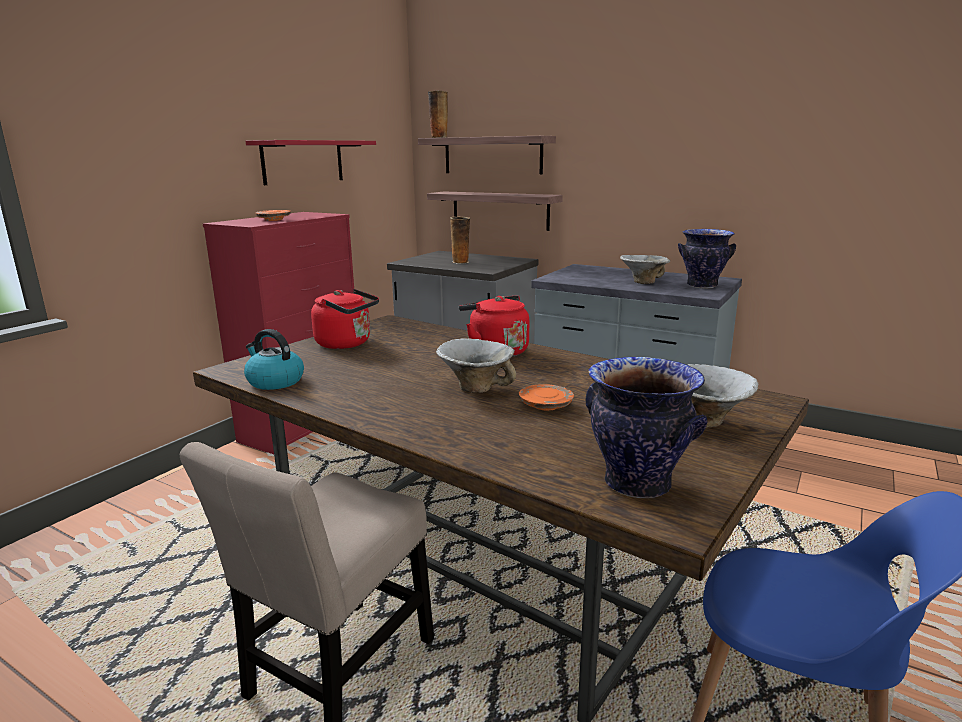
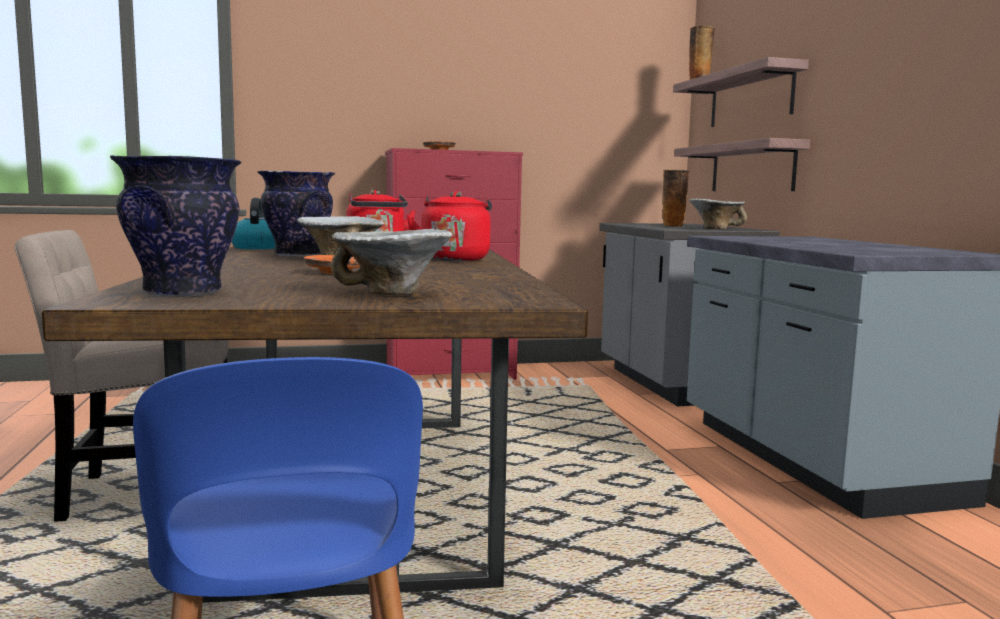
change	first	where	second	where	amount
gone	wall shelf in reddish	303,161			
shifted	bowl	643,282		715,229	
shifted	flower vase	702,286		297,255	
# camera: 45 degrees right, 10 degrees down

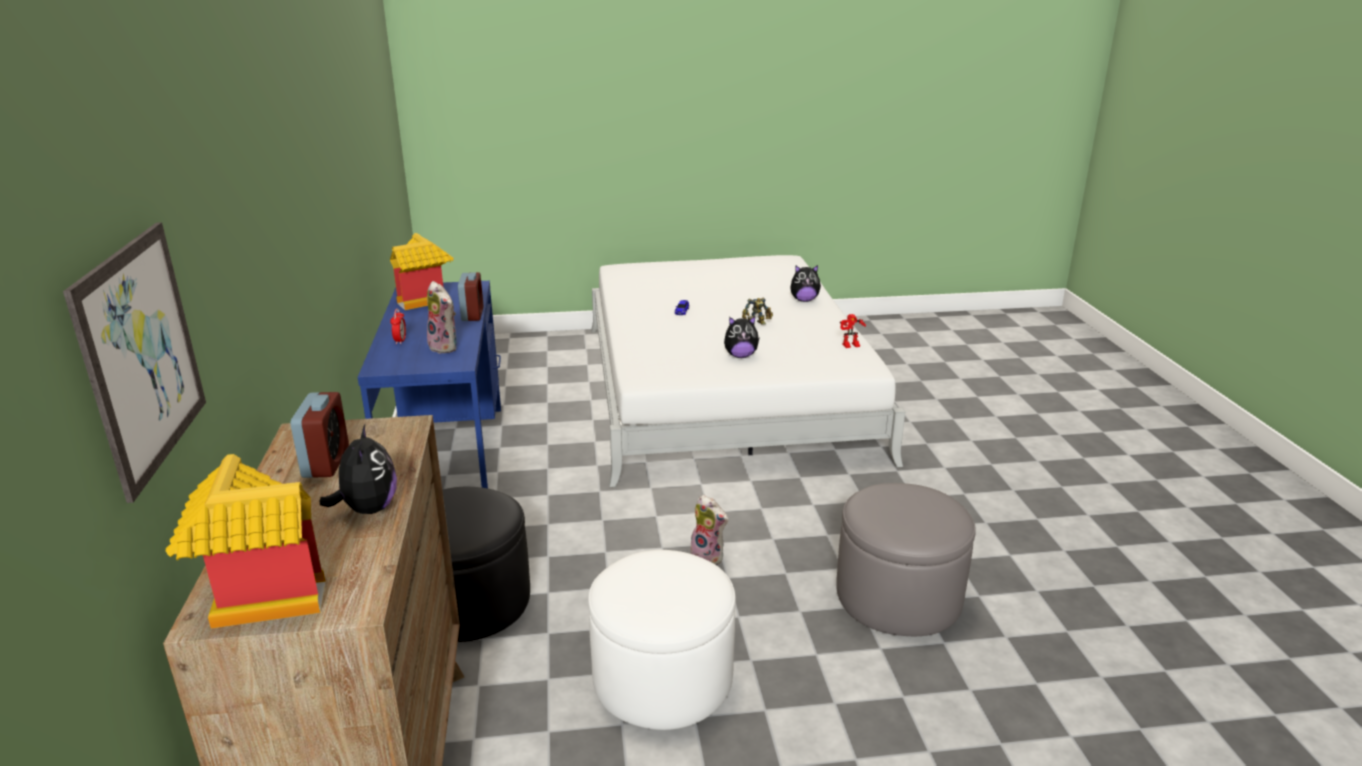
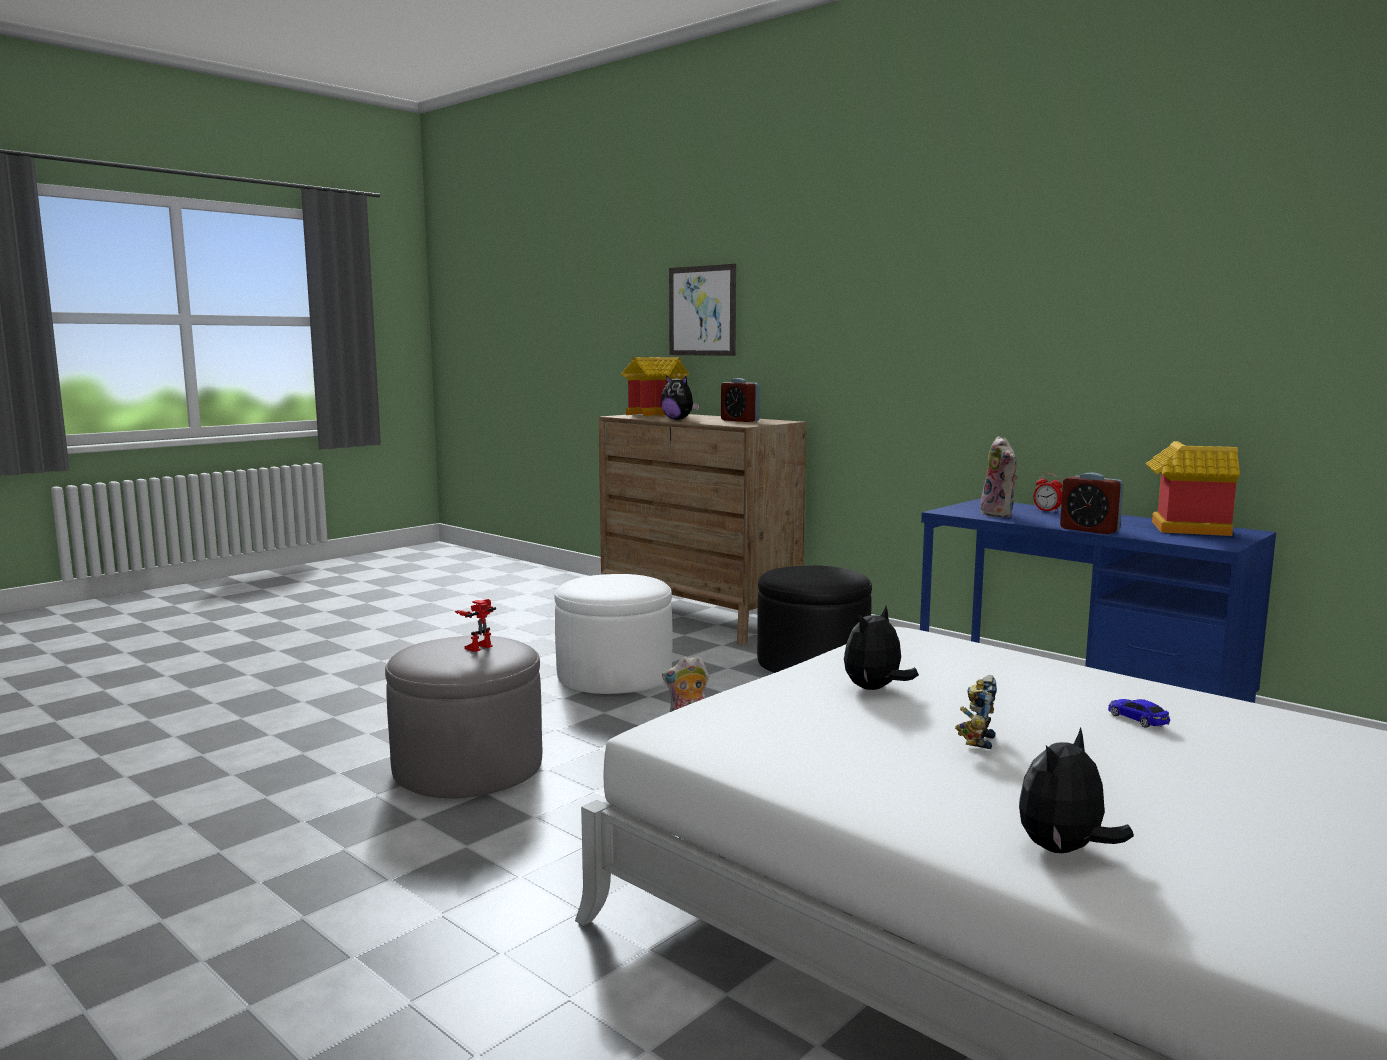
change	first	where	second	where	amount
shifted	model robot	850,346		477,646	
rotated	soft toy	446,347		1000,514	105 degrees counterclockwise
# camera: 140 degrees right, 15 degrees down

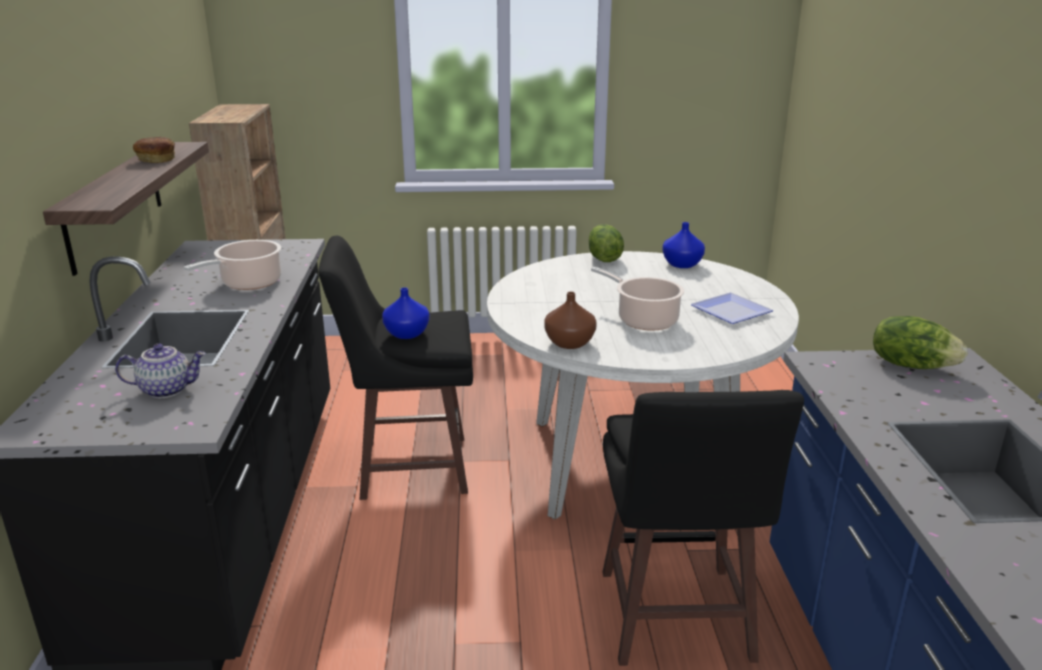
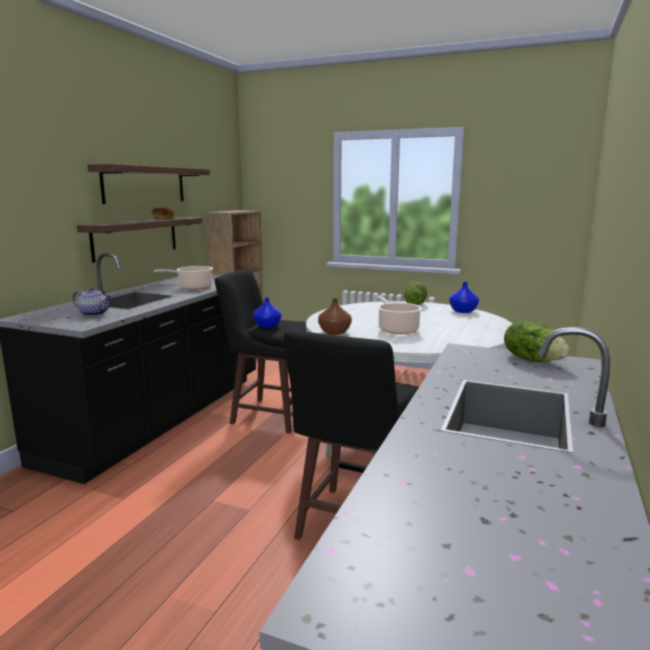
change	first	where	second	where	amount
gone	flat dish	731,312			
new			wall shelf	145,185	
# camera: 25 degrees right, 10 degrees down

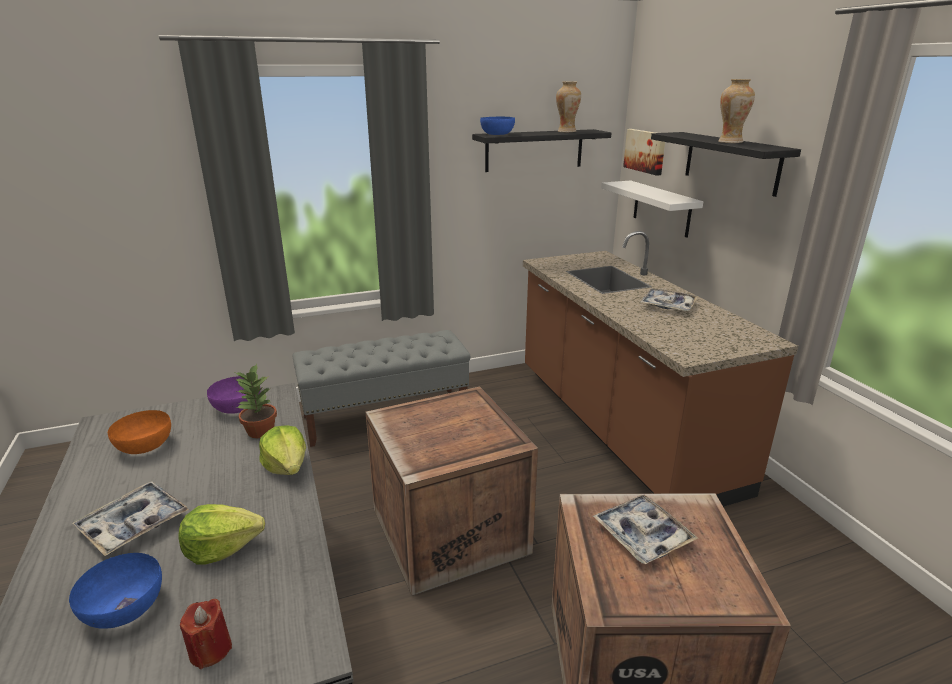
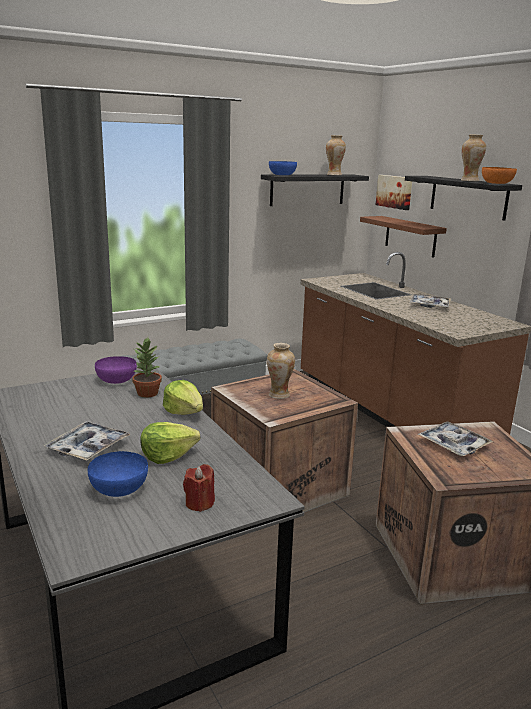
change	first	where	second	where	amount
new			flower vase	279,395	
shifted	bowl in orangey	146,445		497,183	
repainted	wall shelf in white	661,208	wall shelf in brown	410,236	
# camera: 10 degrees left, 5 degrees down

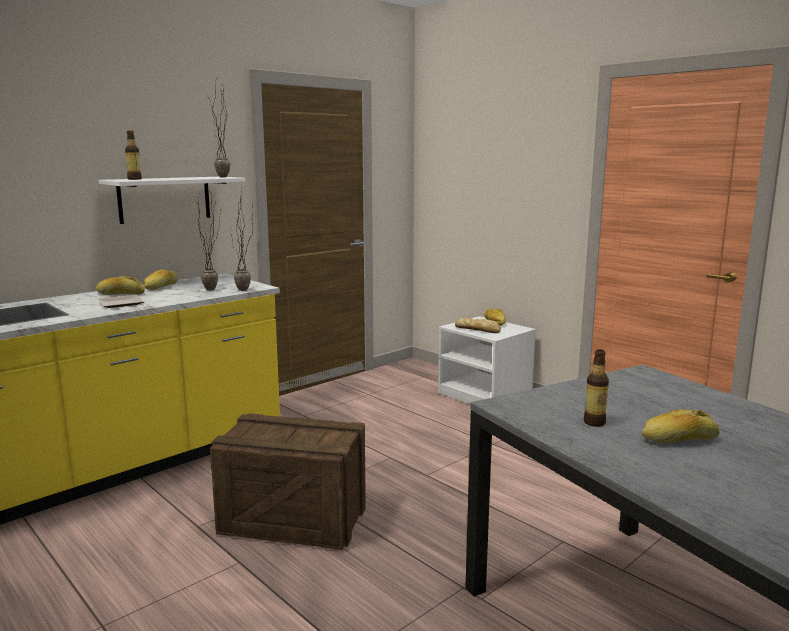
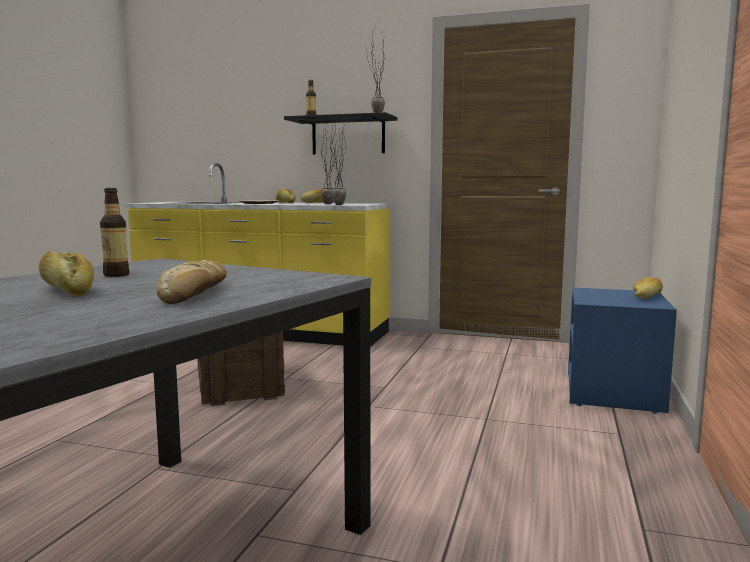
change	first	where	second	where	amount
shifted	bakery bread	478,330		195,293	
repainted	wall shelf in white	165,199	wall shelf in black	348,136	
repainted	night table in white	485,395	night table in blue	614,393	
# camera: 60 degrees right, 5 degrees down

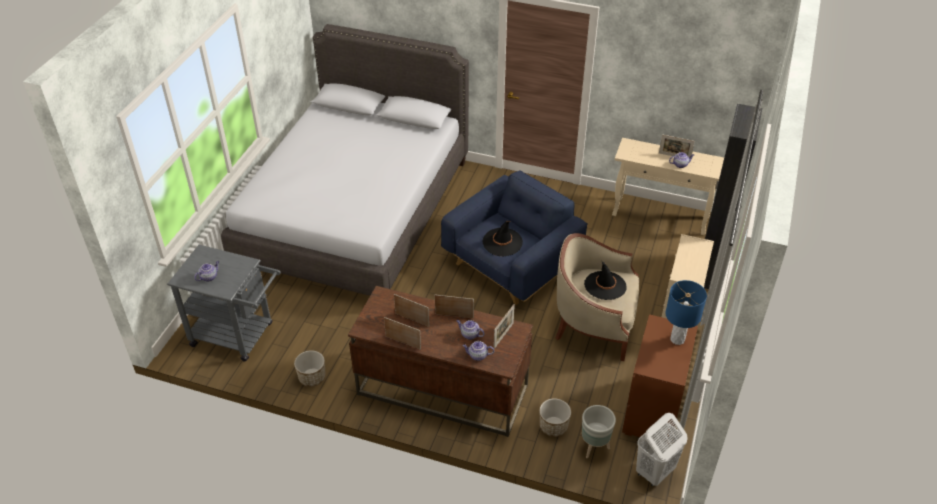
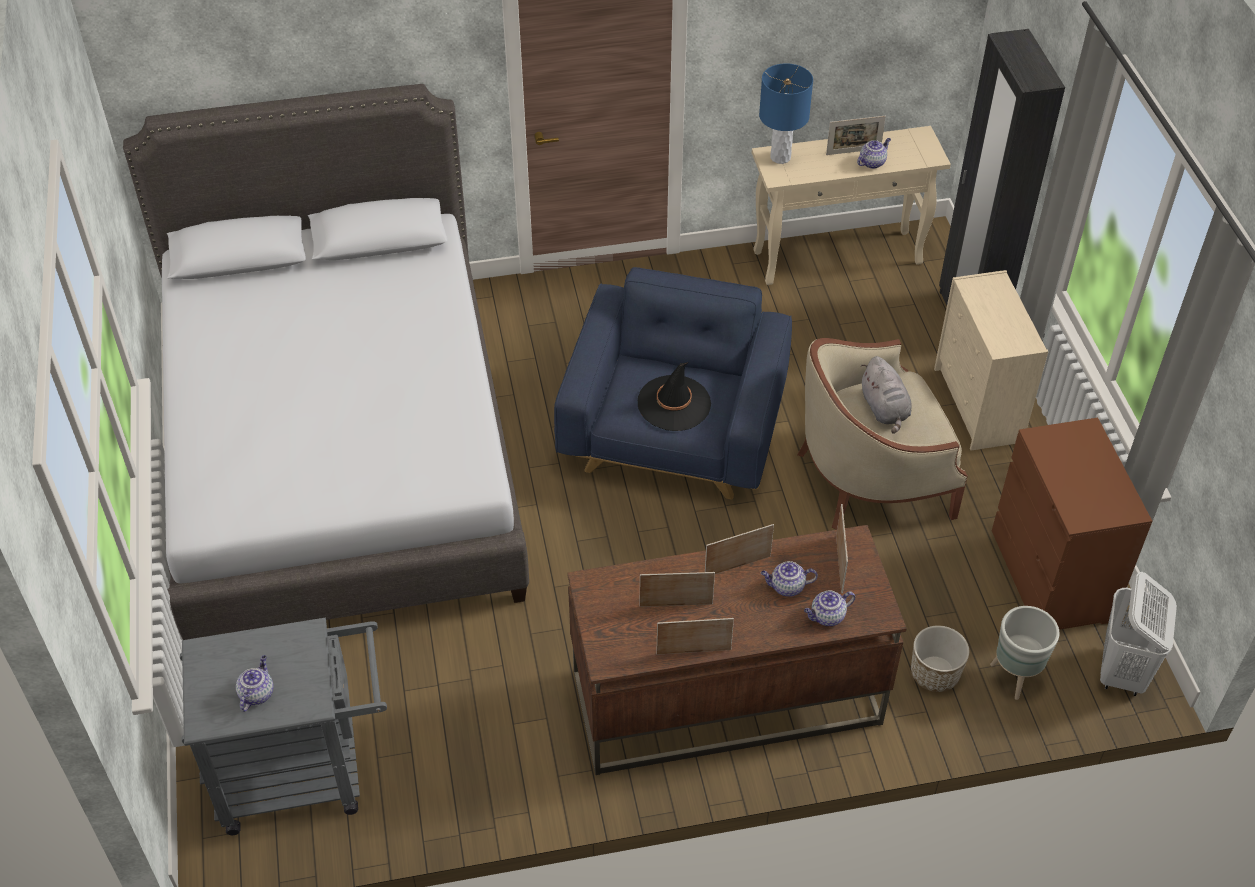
change	first	where	second	where	amount
gone	plant pot	312,377			
shifted	table lamp in blue	677,339		780,157	
swapped	wearable hat in black	605,285	soft toy in gray	885,409	
# camera: 30 degrees left, 5 degrees up

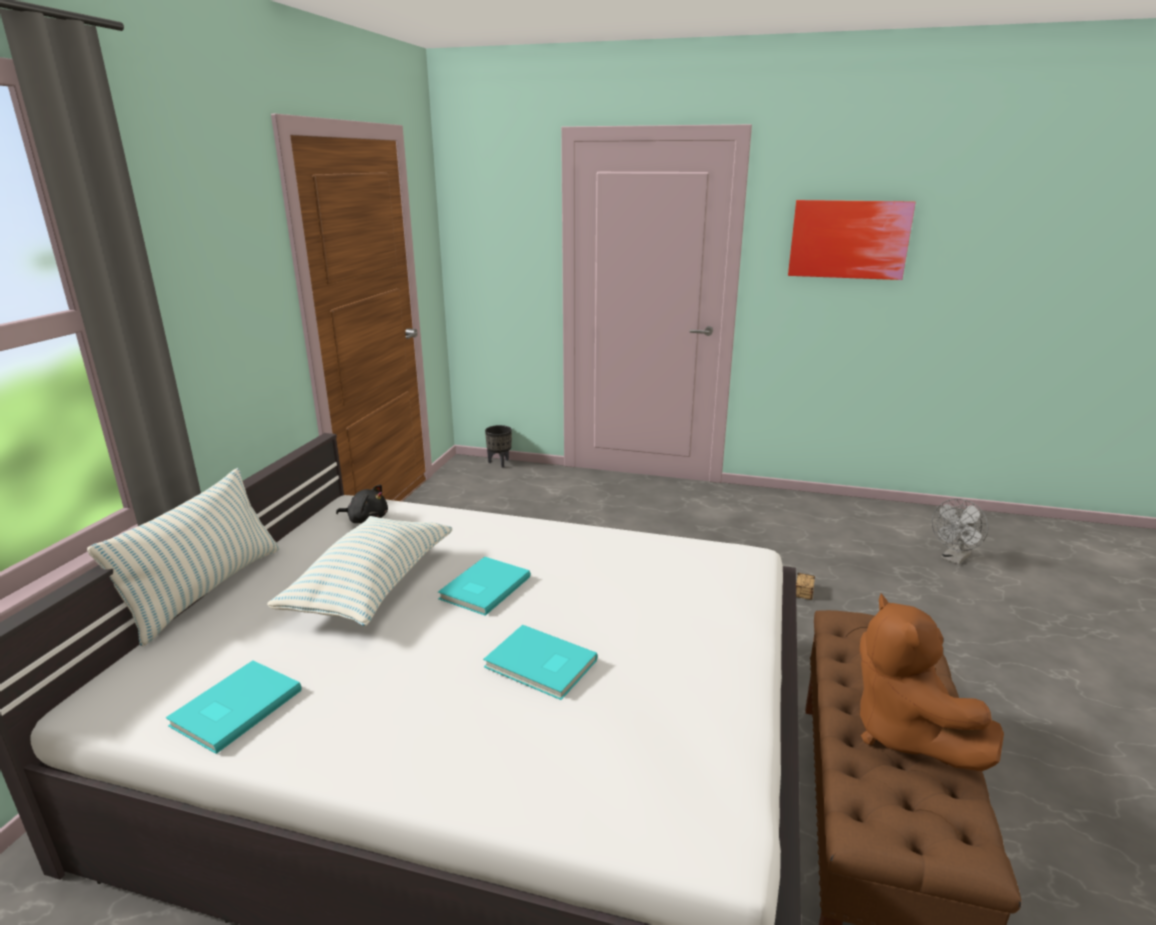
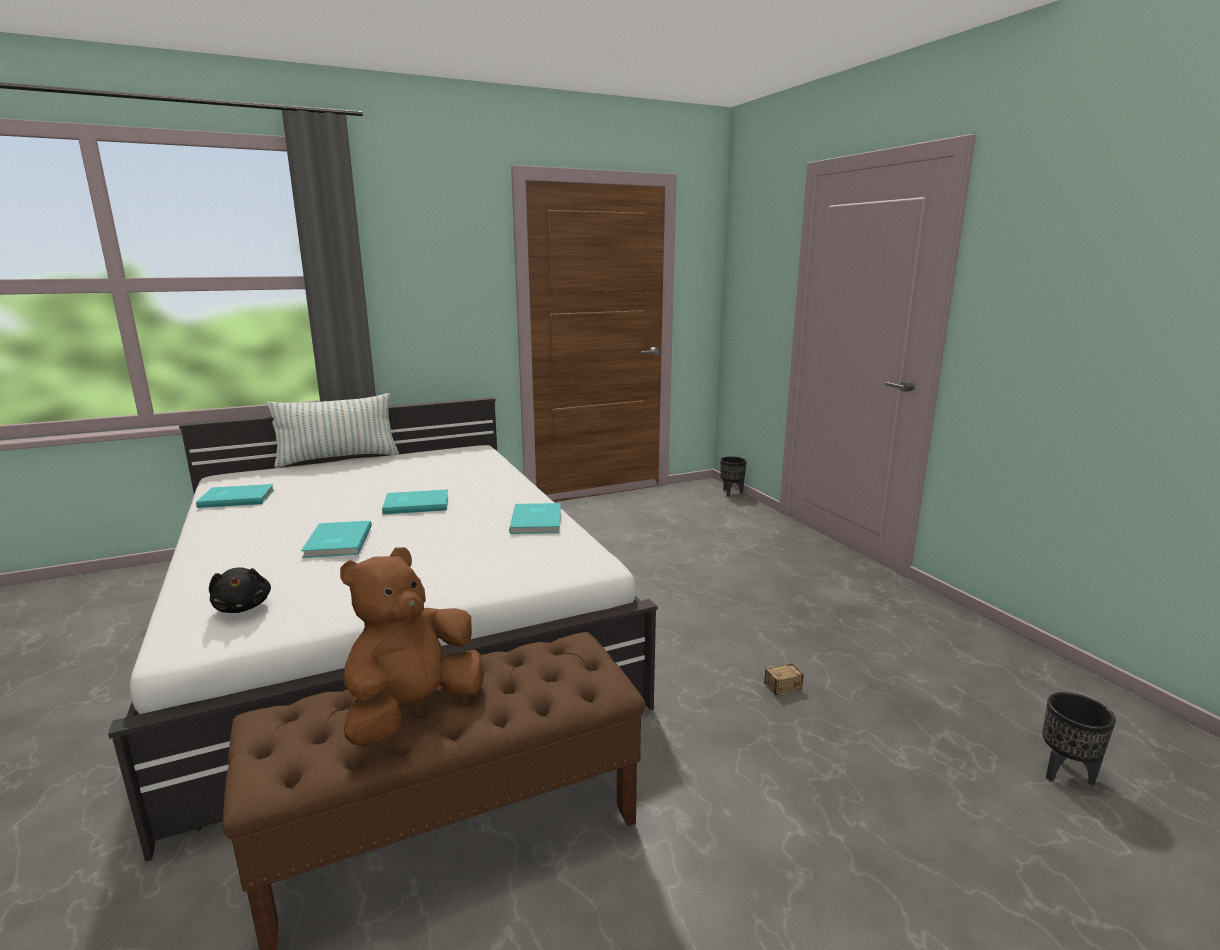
change	first	where	second	where	amount
gone	cushion	371,587			
gone	picture	848,239			
new			bound book in turquoise	538,520	
shifted	soft toy in black	366,519		243,607	
swapped	fan in gray	954,559	plant pot in black	1066,773	
# camera: 50 degrees right, 5 degrees down

